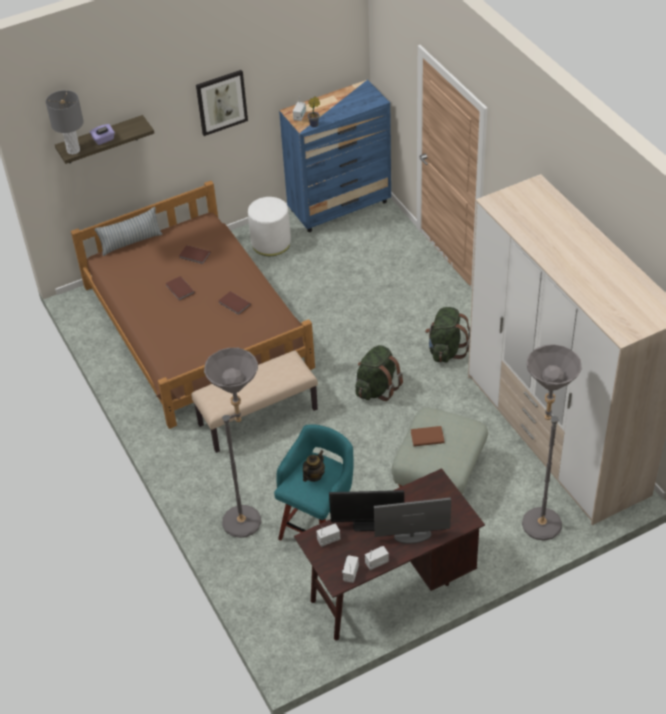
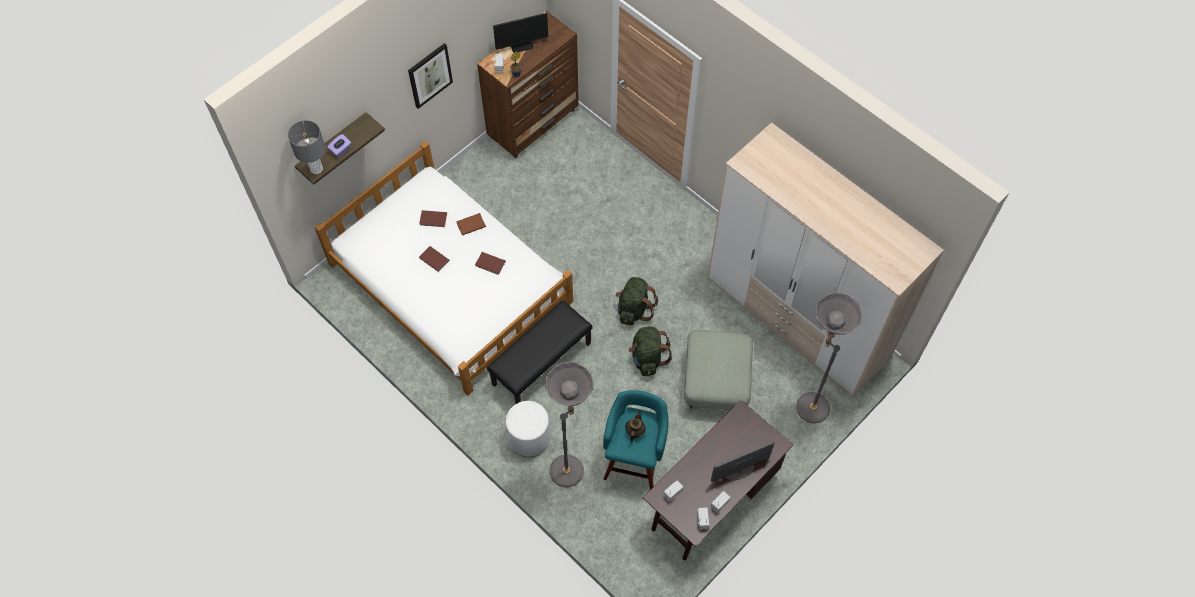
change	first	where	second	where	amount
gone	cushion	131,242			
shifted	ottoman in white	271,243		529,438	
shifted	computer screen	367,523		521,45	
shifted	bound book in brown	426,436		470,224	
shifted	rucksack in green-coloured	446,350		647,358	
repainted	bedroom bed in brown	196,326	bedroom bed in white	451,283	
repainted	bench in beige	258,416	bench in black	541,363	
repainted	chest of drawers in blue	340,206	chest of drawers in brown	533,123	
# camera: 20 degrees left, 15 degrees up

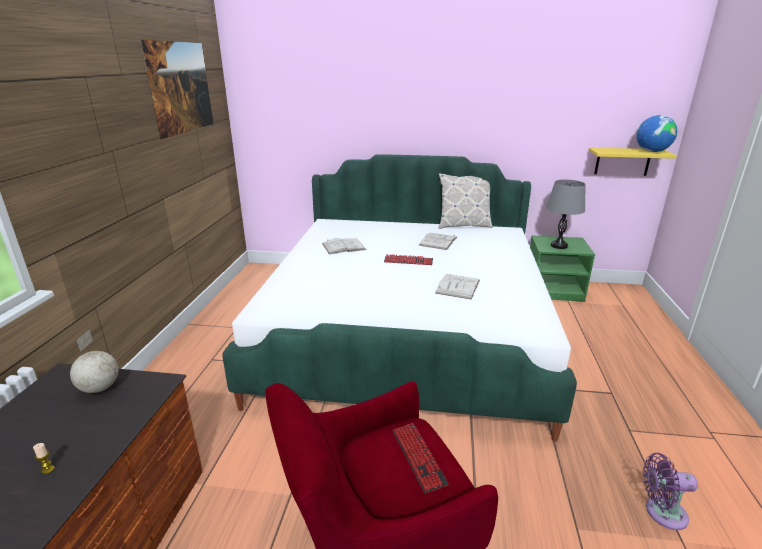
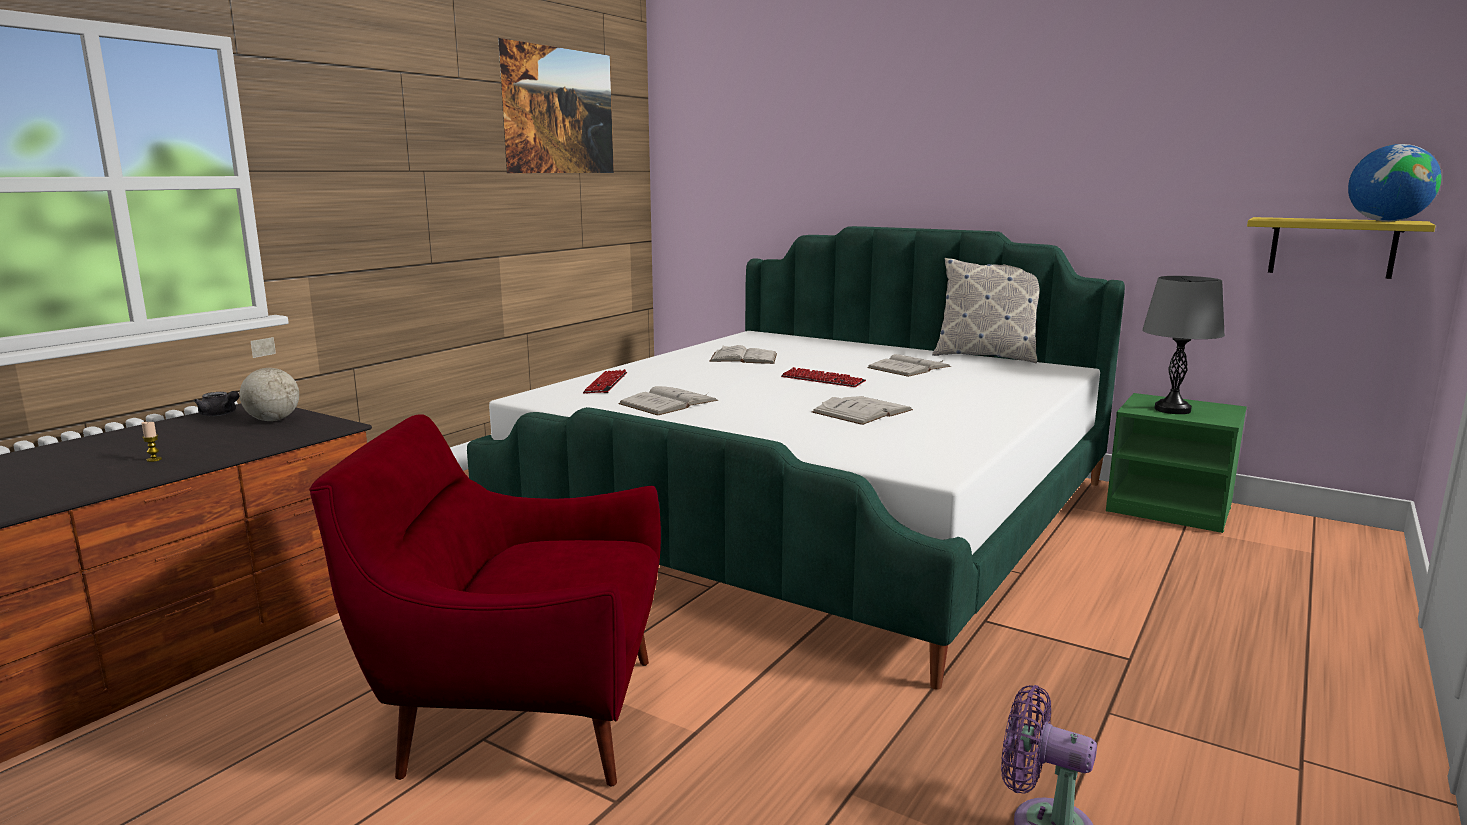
change	first	where	second	where	amount
new			tea pot in gray	220,414	
new			bound book in white	668,402	
shifted	computer keyboard	418,457		606,384	
# camera: 25 degrees right, 10 degrees down

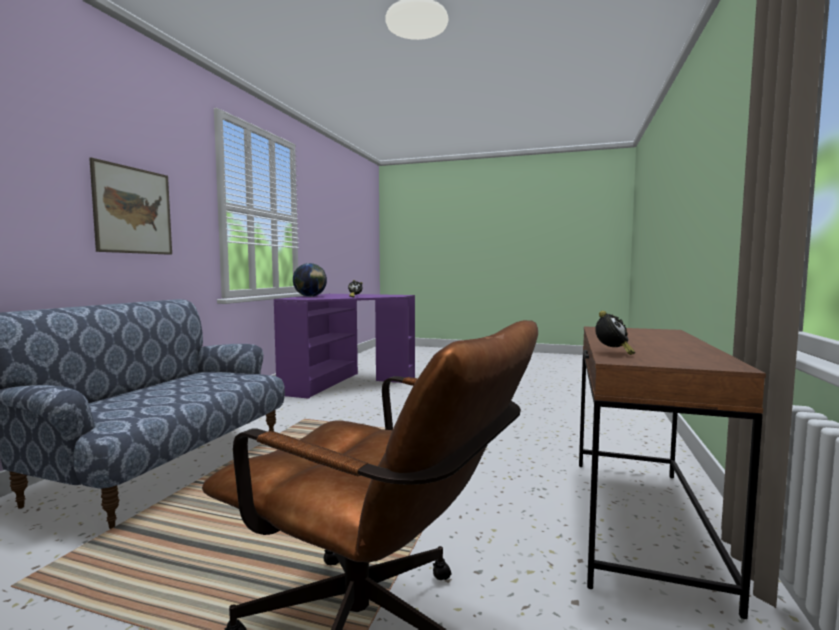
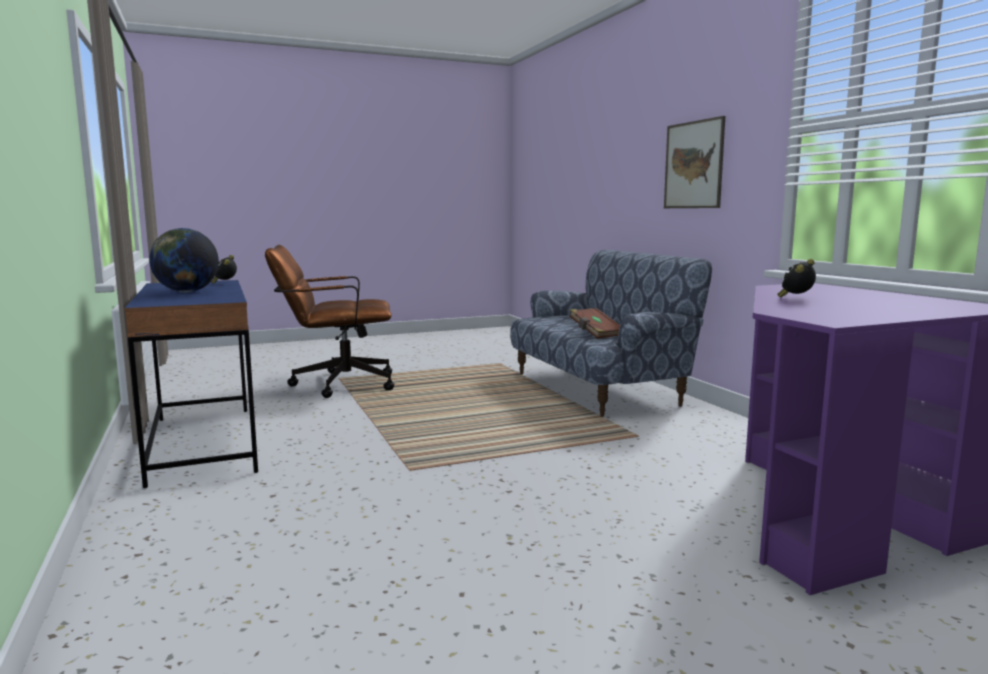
change	first	where	second	where	amount
new			bound book in brown	595,333	
shifted	desk globe	310,296		187,292	
repainted	desk in brown	639,521	desk in blue	203,443	
# camera: 140 degrees right, 5 degrees up

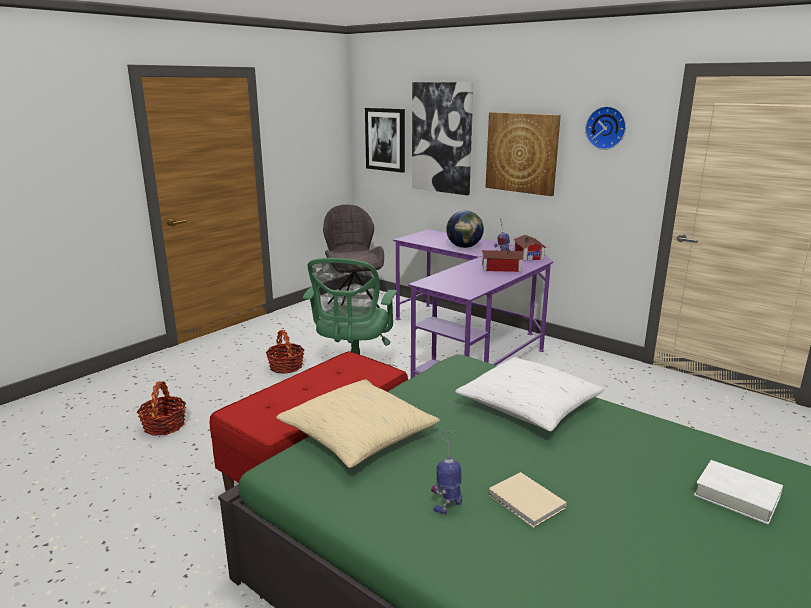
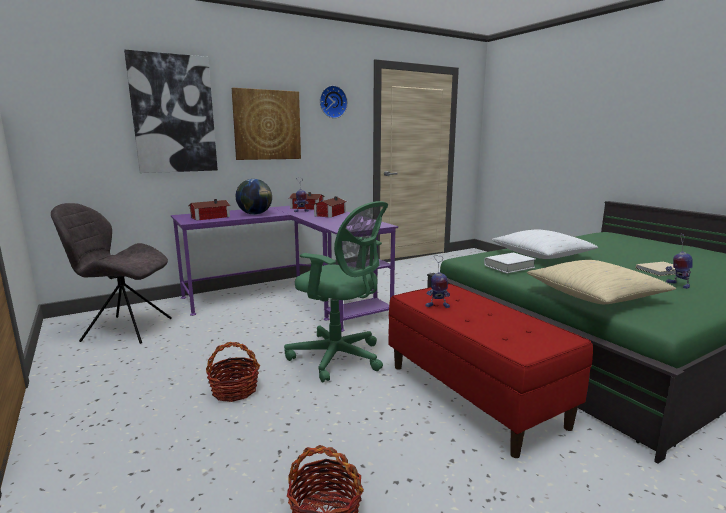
change	first	where	second	where	amount
gone	picture	385,139			
new			model house	209,217	
new			model robot	437,306	
shifted	bound book in white	736,496		509,266	
# camera: 70 degrees left, 5 degrees down

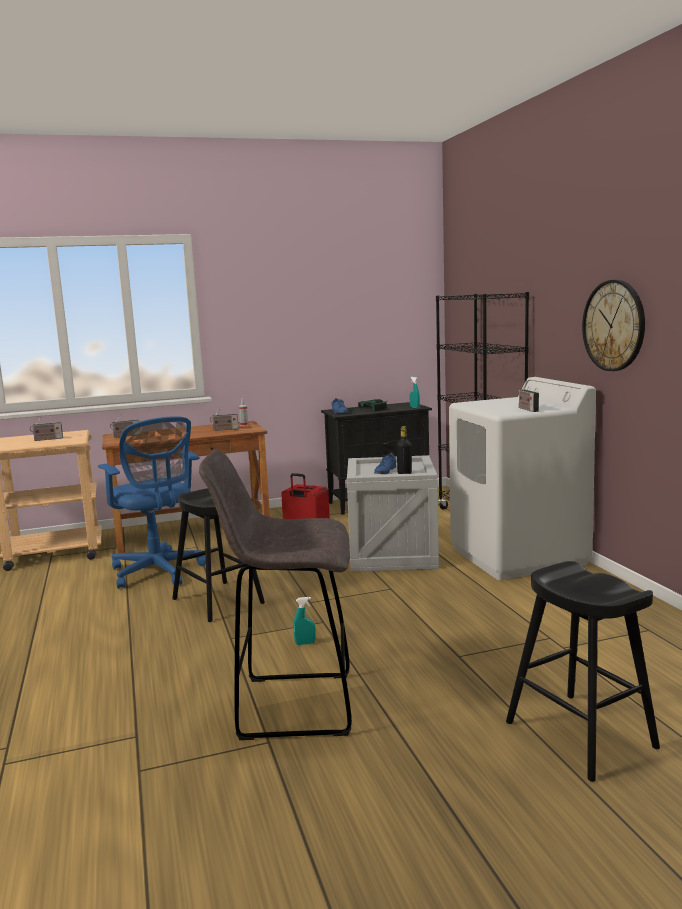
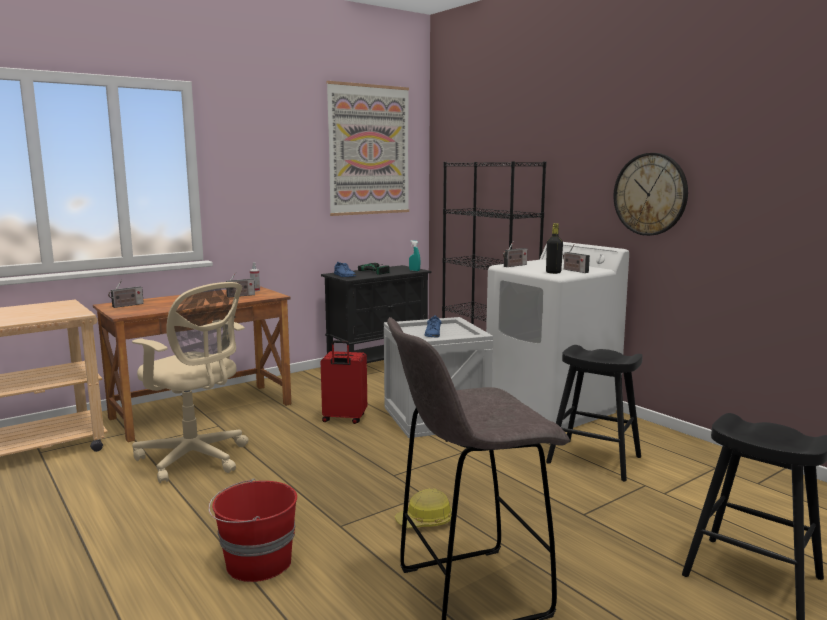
change	first	where	second	where	amount
new			water bucket in reddish	257,563	
new			picture	369,150	
shifted	radio	47,439		514,266	
shifted	stool seat in black	218,601		594,460	
shifted	beverage bottle in black	404,474		553,272	
swapped	hand sprayer in turquoise	305,643	work helmet	425,521	
repainted	office chair in blue	158,572	office chair in beige	195,459	
# camera: 20 degrees left, 0 degrees up

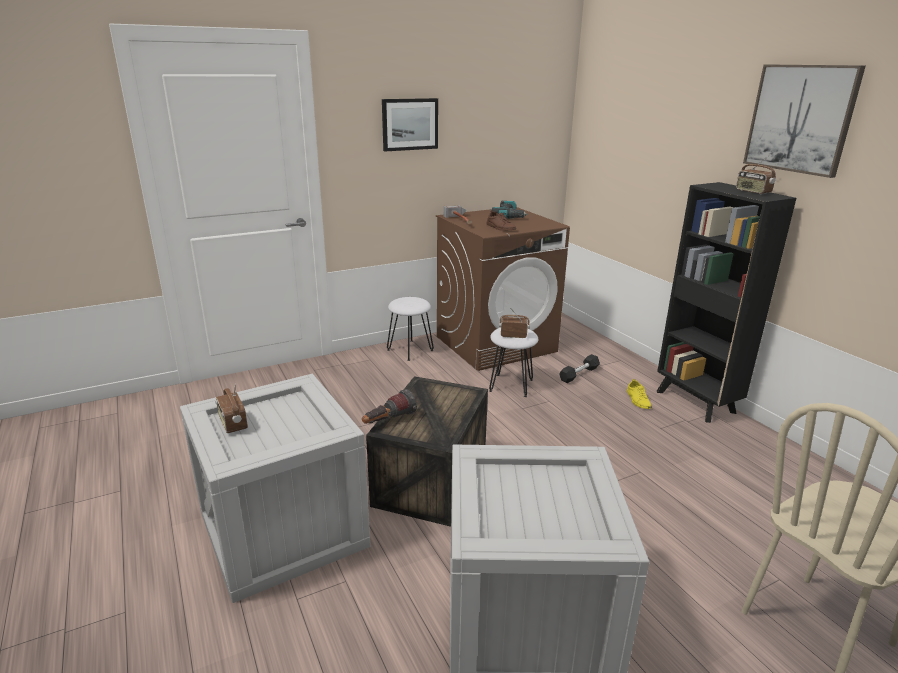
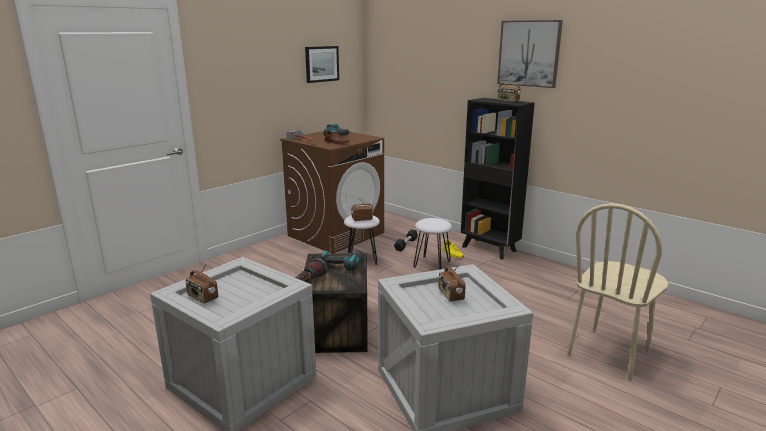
change	first	where	second	where	amount
new			electric drill	342,264	
new			radio	450,295	
shifted	picture	409,124		321,64	
shifted	stool seat in white	410,350		432,264	
# camera: 20 degrees left, 5 degrees down

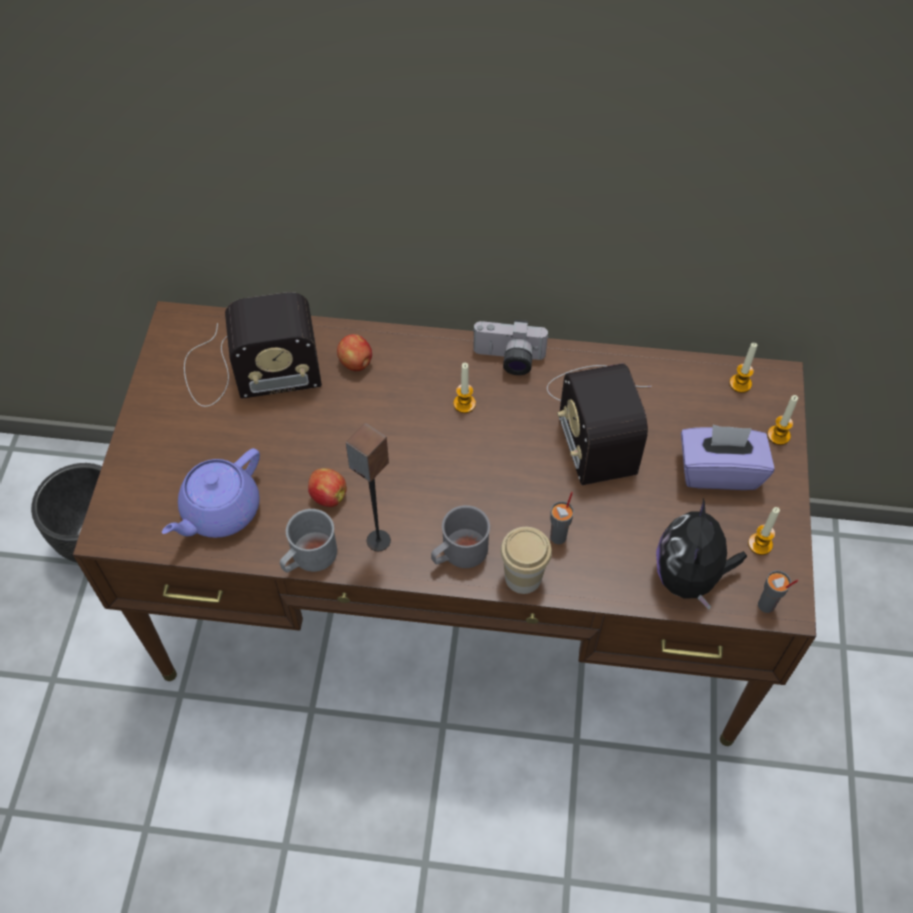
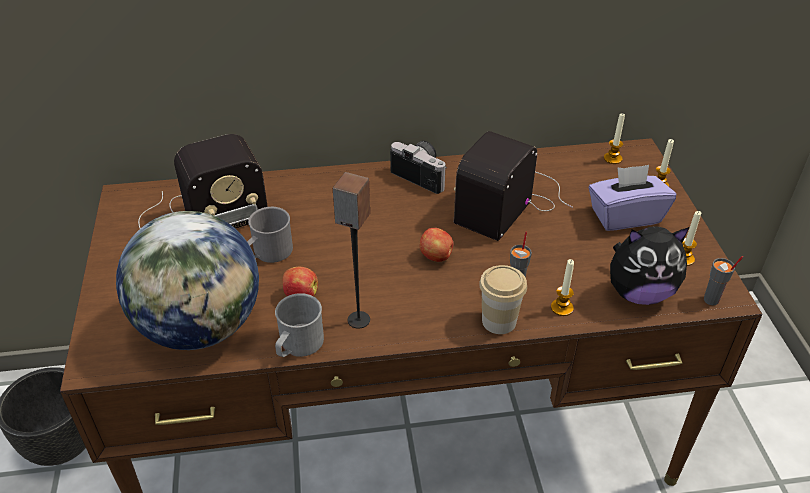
change	first	where	second	where	amount
shifted	apple	356,363		436,256	
shifted	coffee mug in gray	459,553		268,253	
shifted	candle	464,404		561,308	
swapped	tea pot in purplish	219,511	desk globe	201,326	
rotated	photo camera	508,360		423,174	135 degrees counterclockwise
rotated	radio	595,418		510,200	60 degrees clockwise
rotated	soft toy	689,577		639,292	90 degrees counterclockwise
# camera: 15 degrees left, 15 degrees down

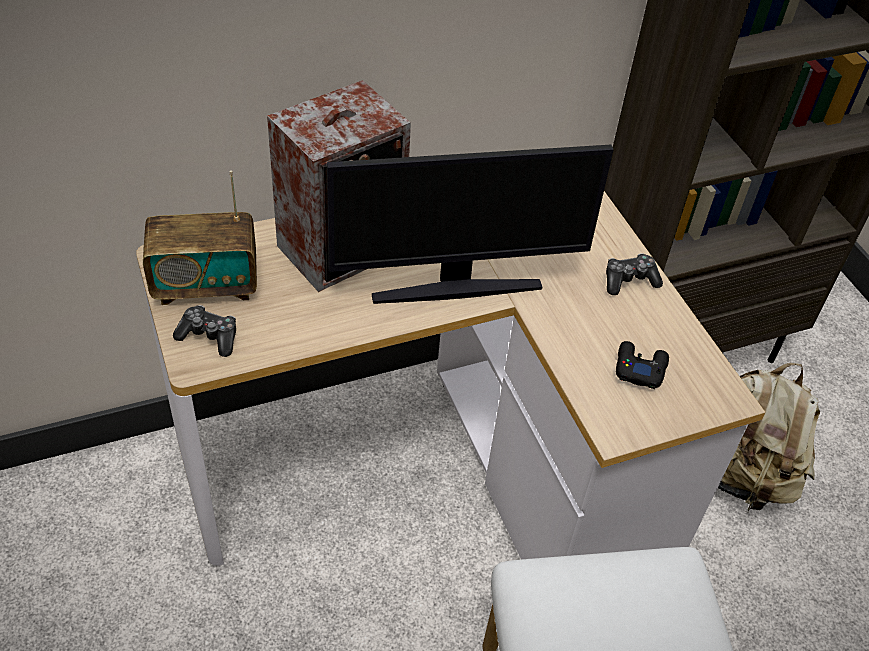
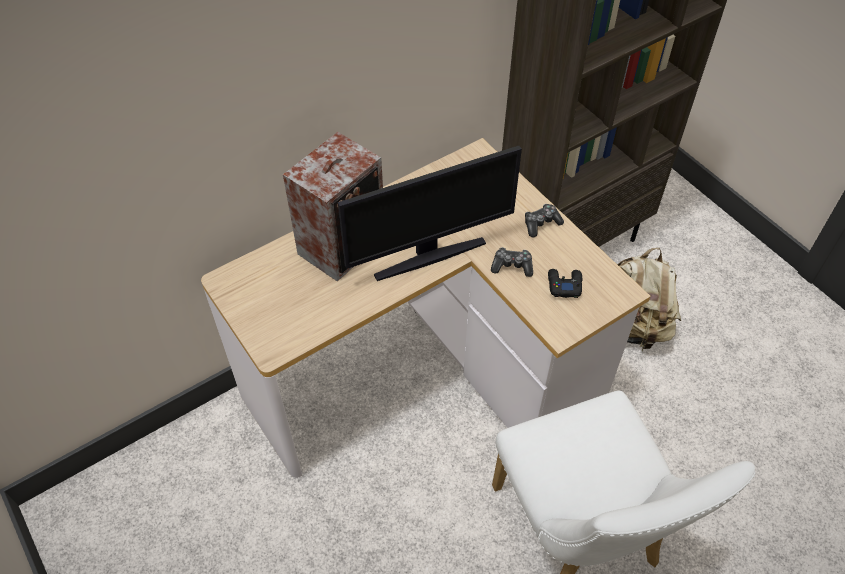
change	first	where	second	where	amount
gone	radio	206,285			
shifted	gamepad	209,336		512,266	
# camera: 10 degrees left, 5 degrees up

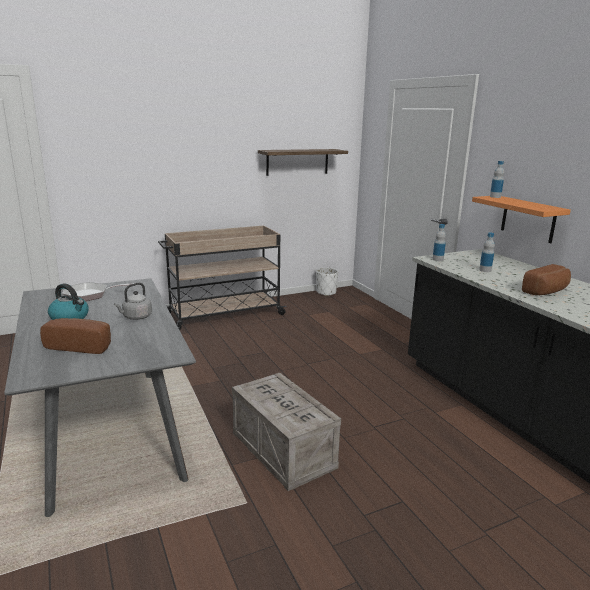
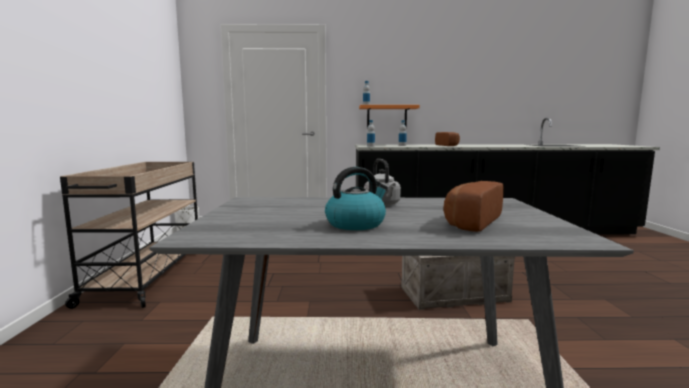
change	first	where	second	where	amount
gone	frying pan	90,295			
gone	wall shelf	297,162			
# camera: 65 degrees left, 10 degrees down

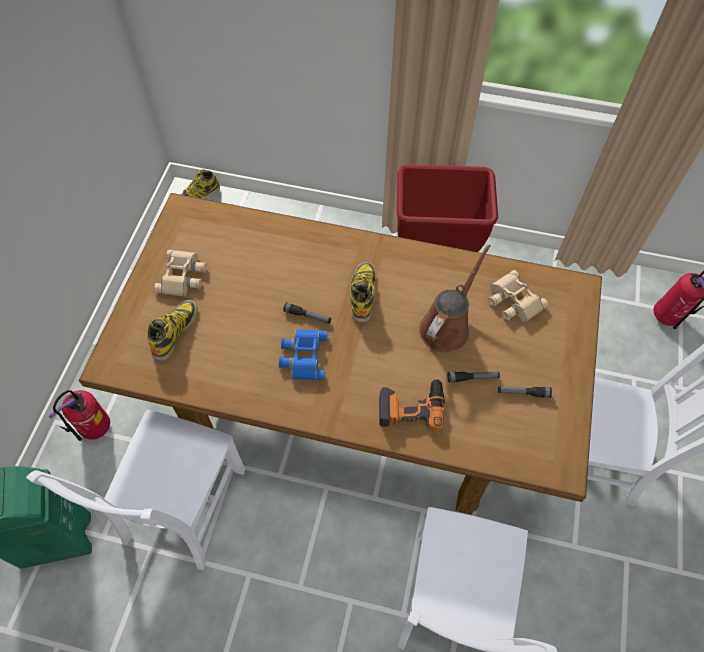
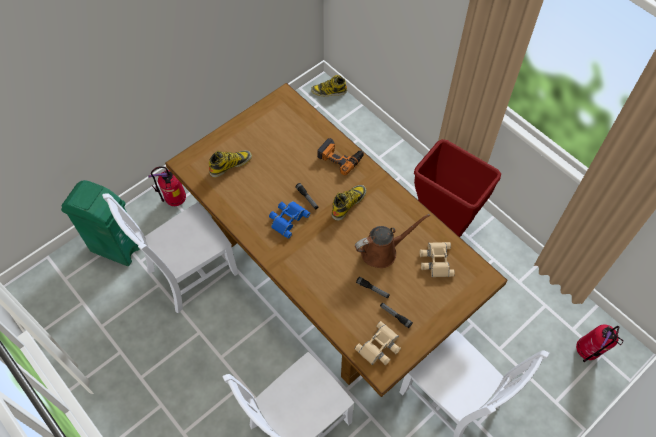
change	first	where	second	where	amount
shifted	field glasses in beige	183,276		380,347	
shifted	electric drill	411,406		340,157	
# camera: 35 degrees right, 0 degrees up

